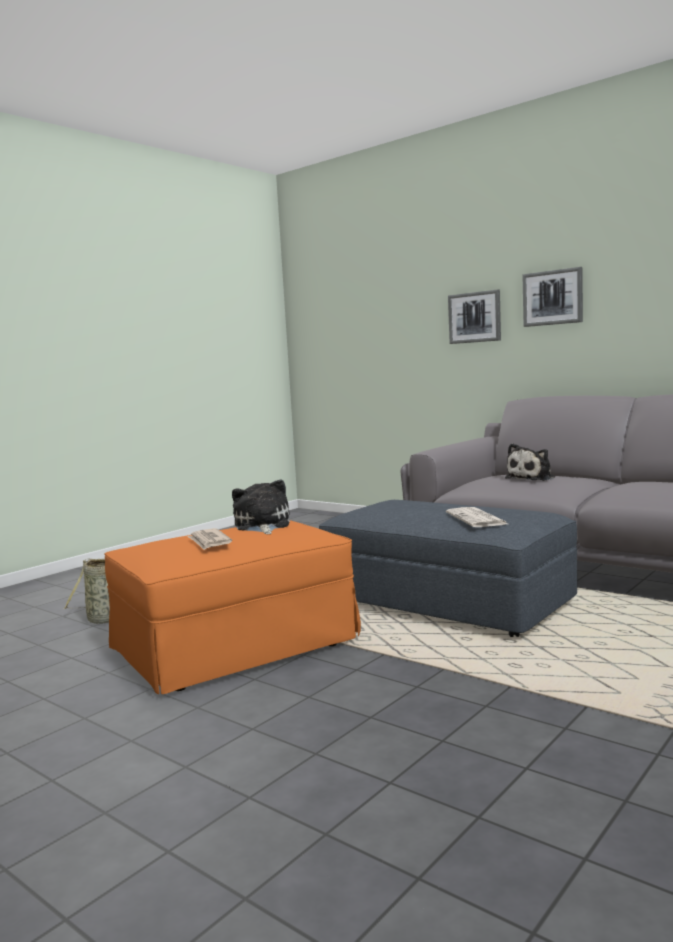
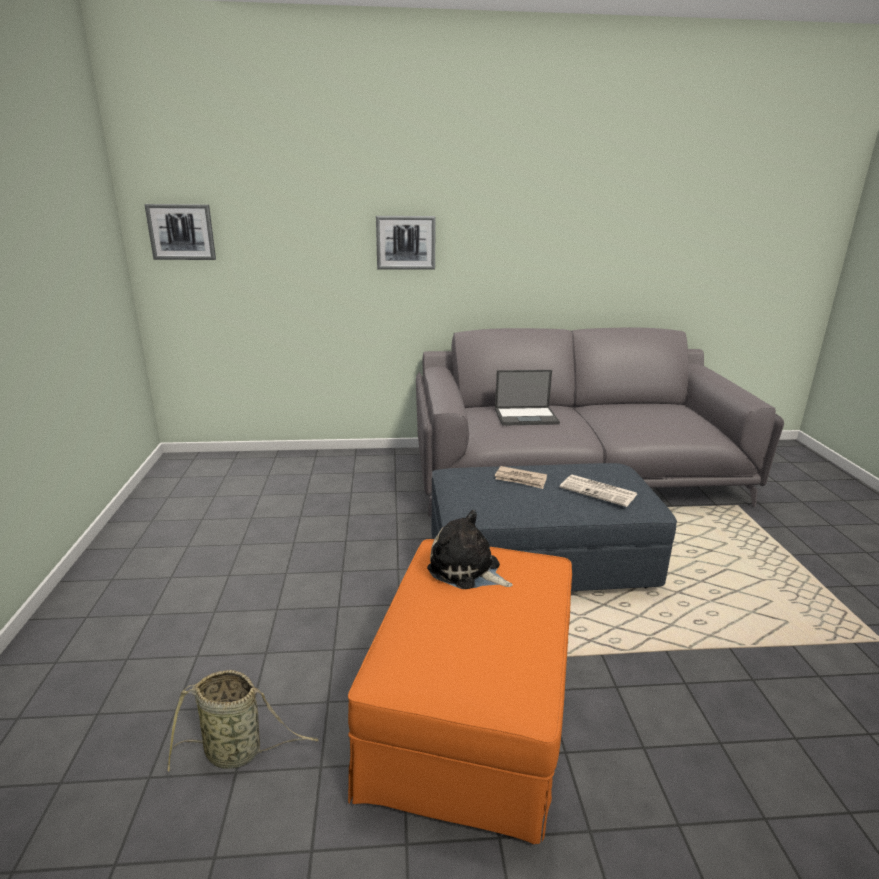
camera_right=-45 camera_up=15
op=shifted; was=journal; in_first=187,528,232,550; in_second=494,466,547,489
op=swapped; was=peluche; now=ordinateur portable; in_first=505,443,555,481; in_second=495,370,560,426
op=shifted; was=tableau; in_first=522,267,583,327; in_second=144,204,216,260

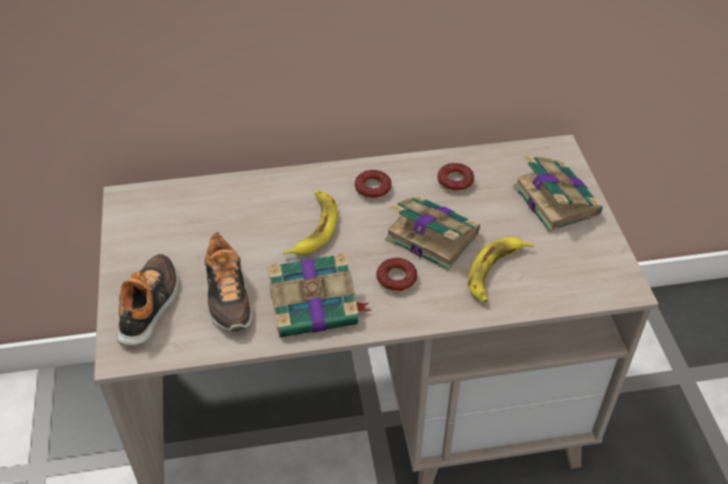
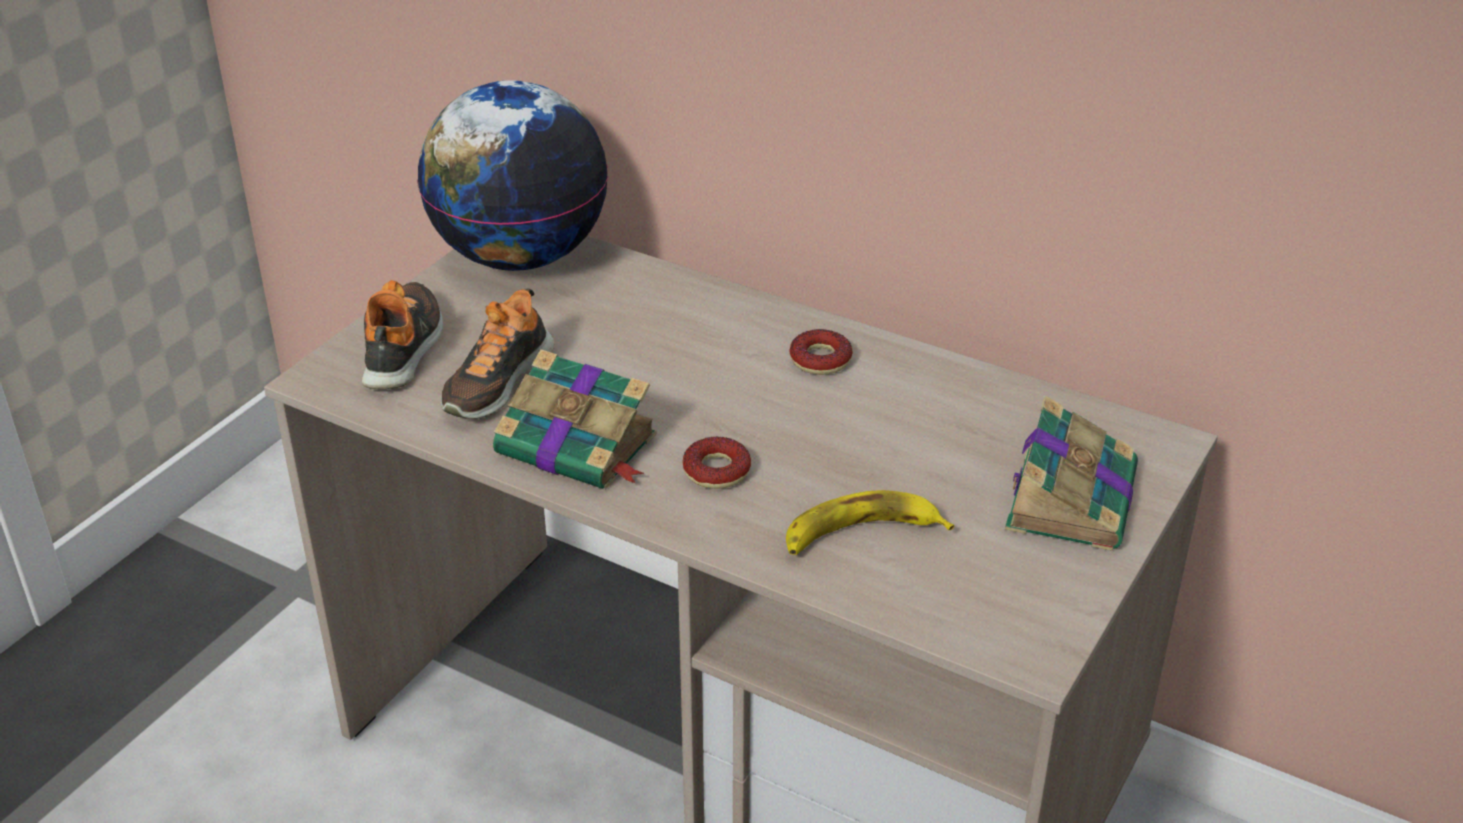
camera_right=40 camera_up=-10
op=rotated; was=chaussure; in_first=117,253,178,346; in_second=362,280,443,389; clockwise=-45
op=gone; was=banane; in_first=283,191,338,255
op=gone; was=livre; in_first=385,195,480,271
op=gone; was=beignet; in_first=437,163,474,192
op=new; now=globe; in_second=417,80,608,271

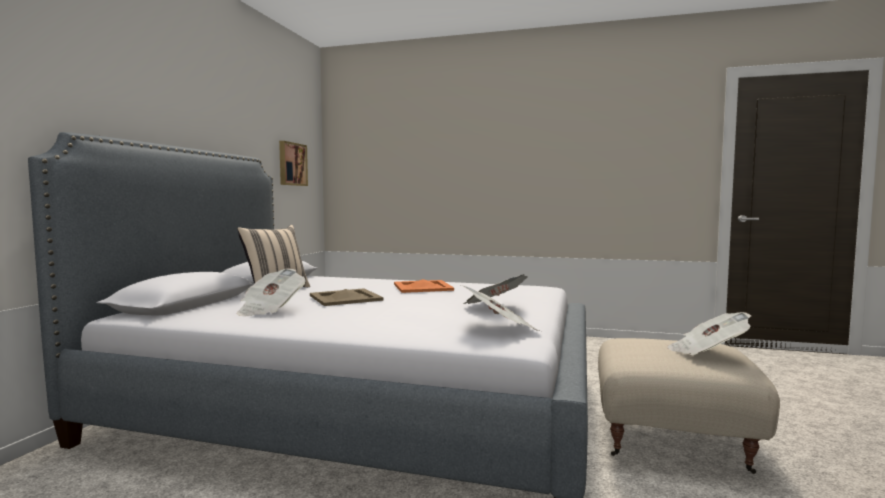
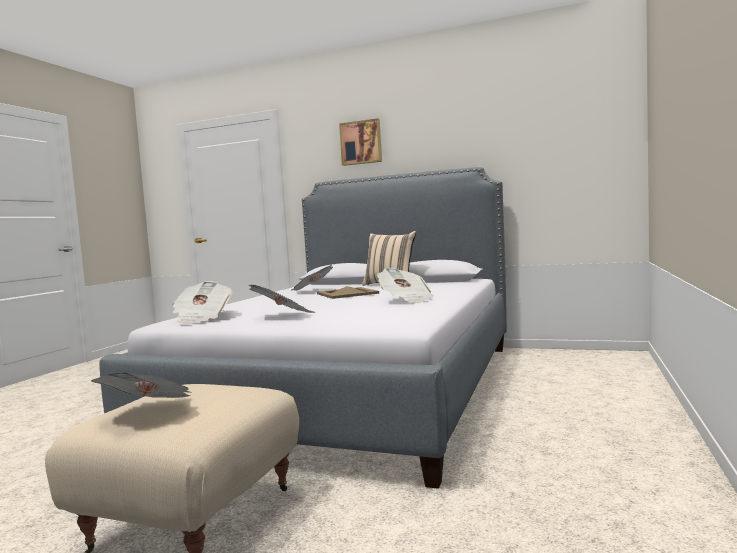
camera_right=95 camera_up=0
op=shifted; was=tableau; in_first=279,141,308,186; in_second=339,118,382,166
op=swapped; was=plateau [orange]; now=journal; in_first=394,279,454,293; in_second=377,268,434,304

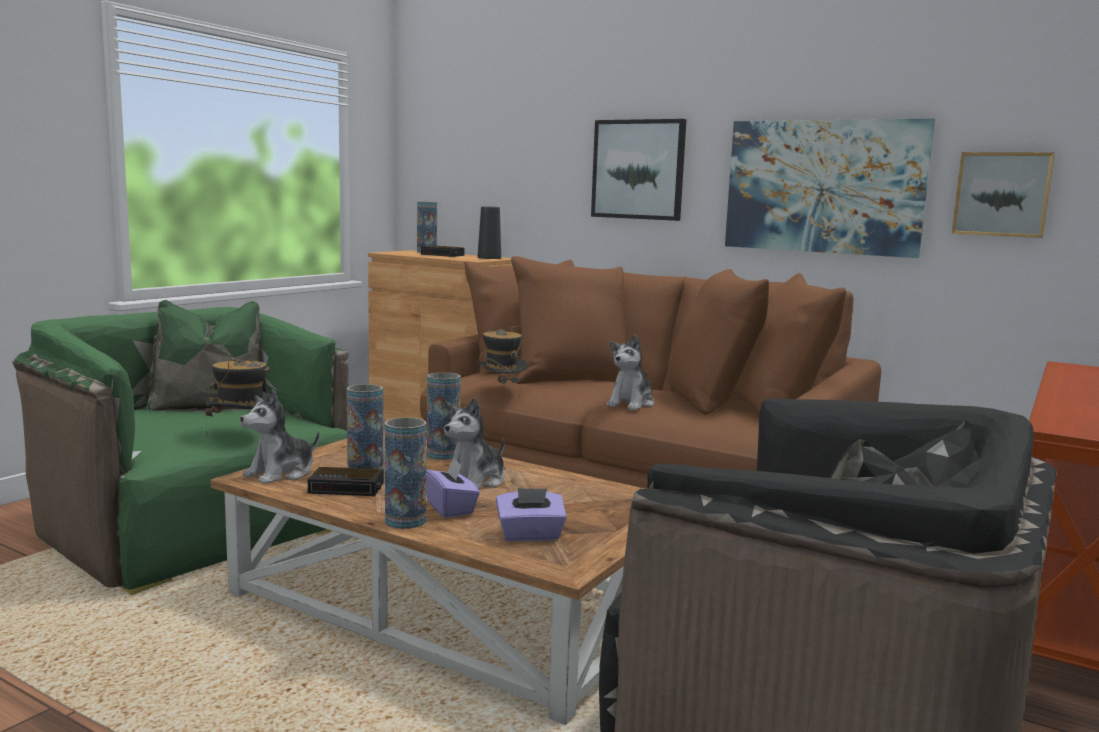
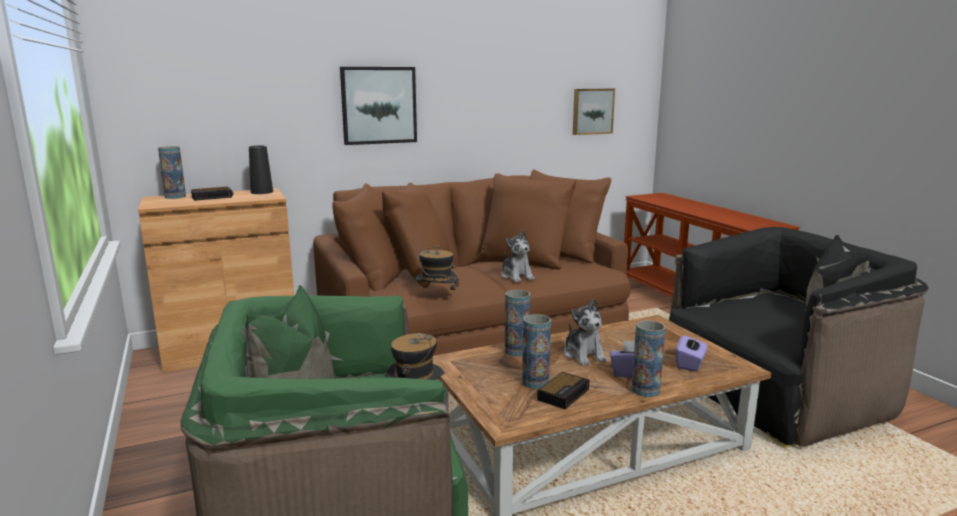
camera_right=-55 camera_up=5
op=gone; was=peluche; in_first=240,390,319,484
op=gone; was=tableau; in_first=725,119,935,258

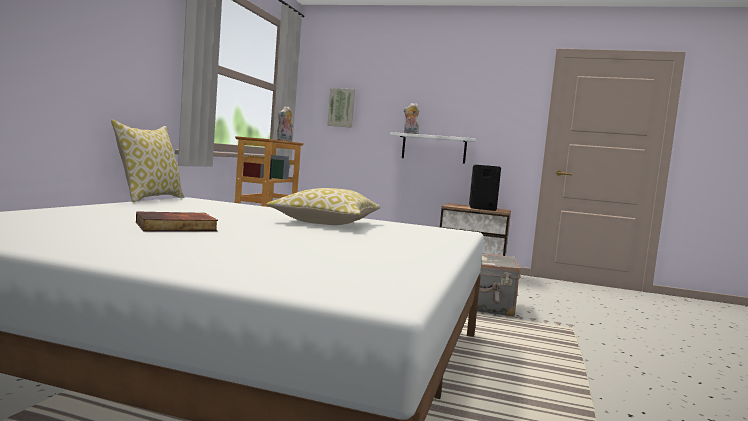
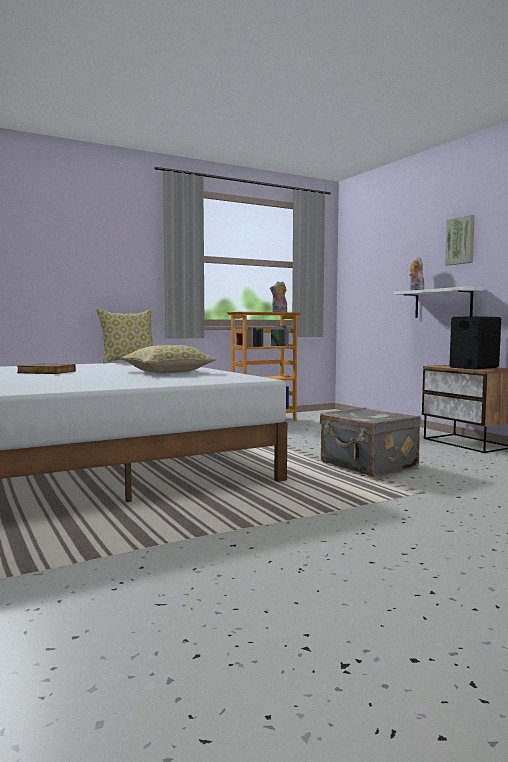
camera_right=45 camera_up=0
op=shifted; was=tableau; in_first=327,88,355,128; in_second=445,215,475,265

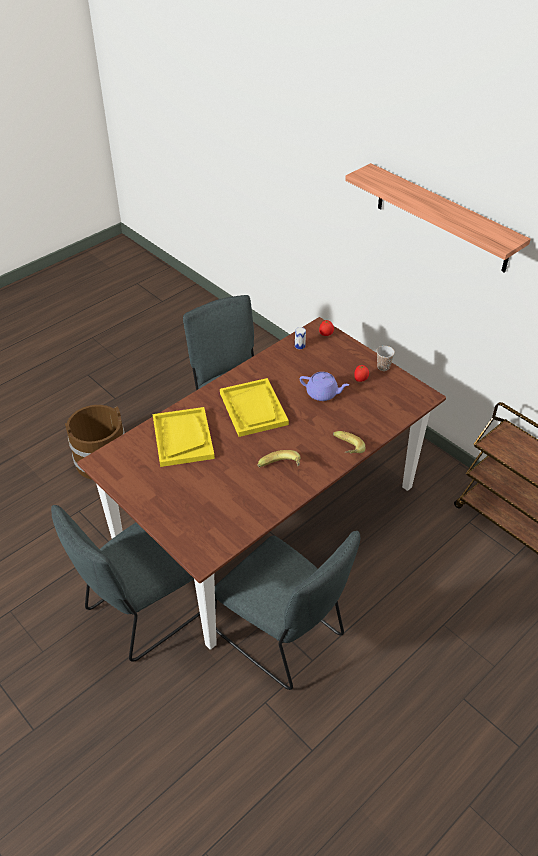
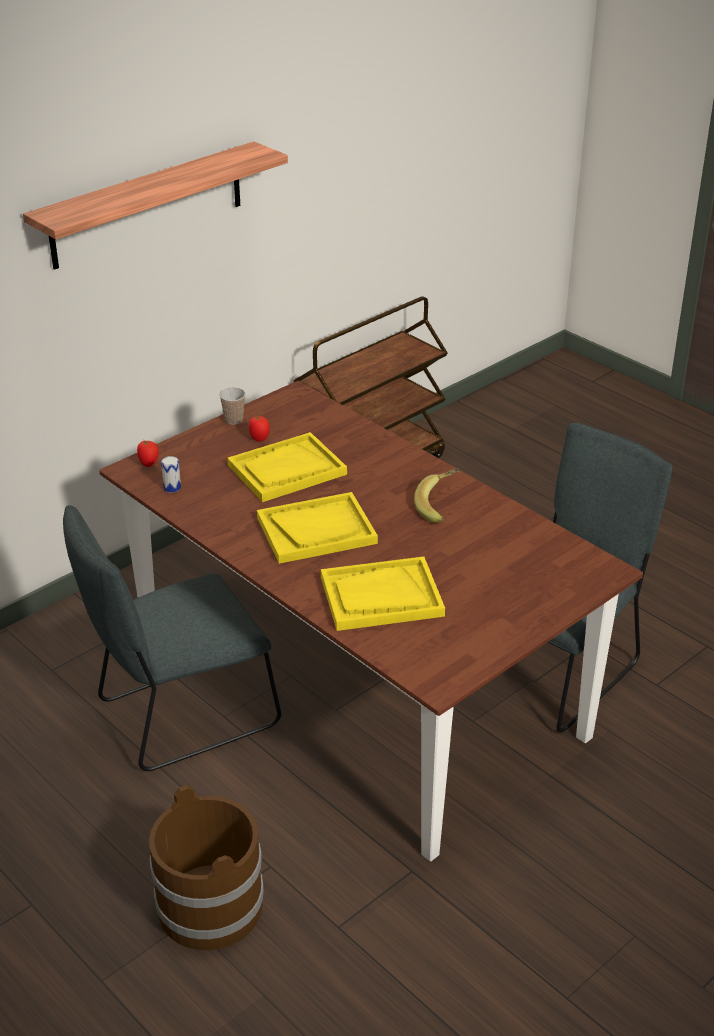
camera_right=-90 camera_up=-10
op=gone; was=chaise [gris]; in_first=51,505,200,662
op=swapped; was=théière [violet]; now=plateau [jaune]; in_first=300,372,349,401; in_second=227,432,347,502
op=gone; was=banane; in_first=333,431,365,453

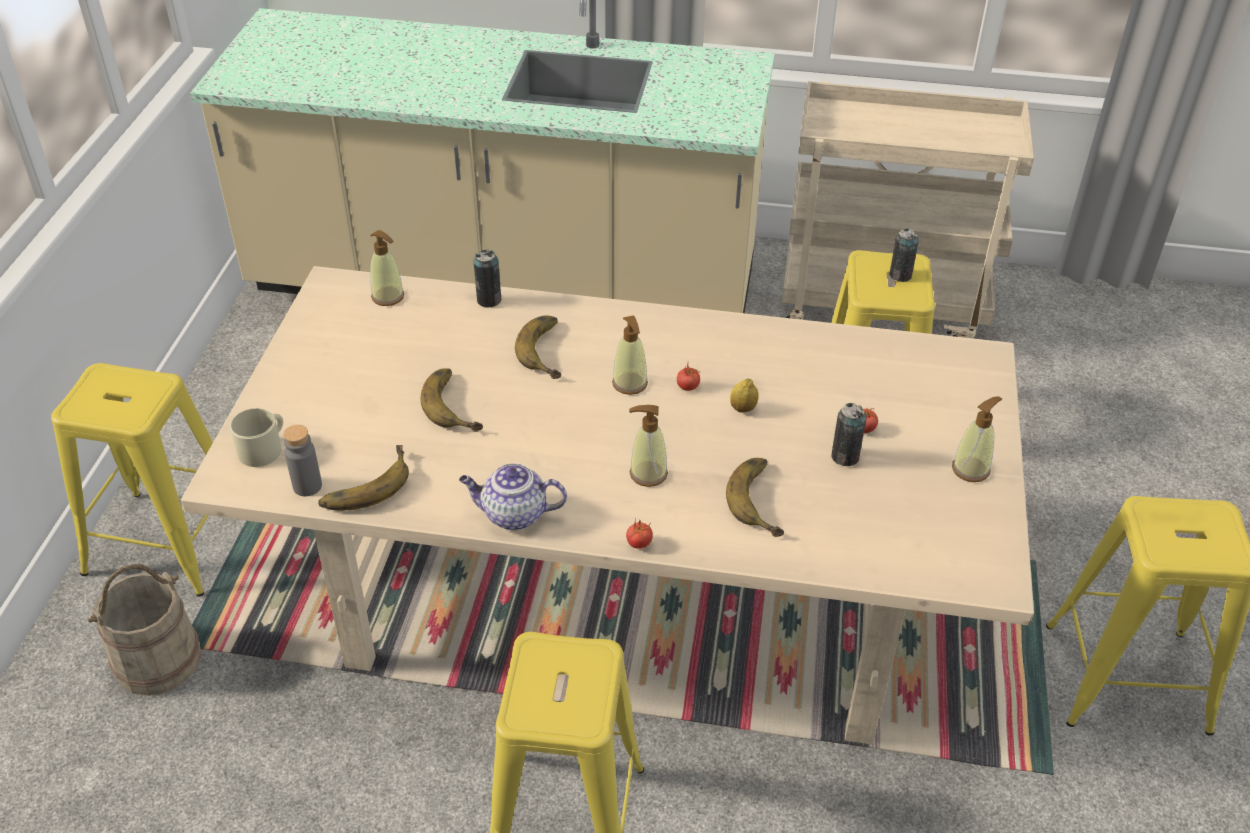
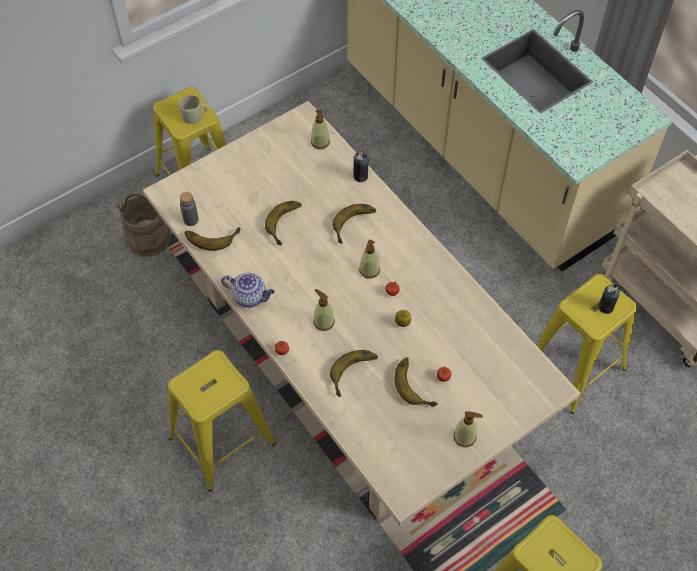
camera_right=45 camera_up=15
op=shifted; was=mug [beige]; in_first=229,408,283,467; in_second=179,95,208,124
op=rotated; was=théière; in_first=459,463,567,530; in_second=221,273,275,308; clockwise=150
op=swapped; was=boîte métallique; now=banane; in_first=832,403,866,466; in_second=395,357,437,407

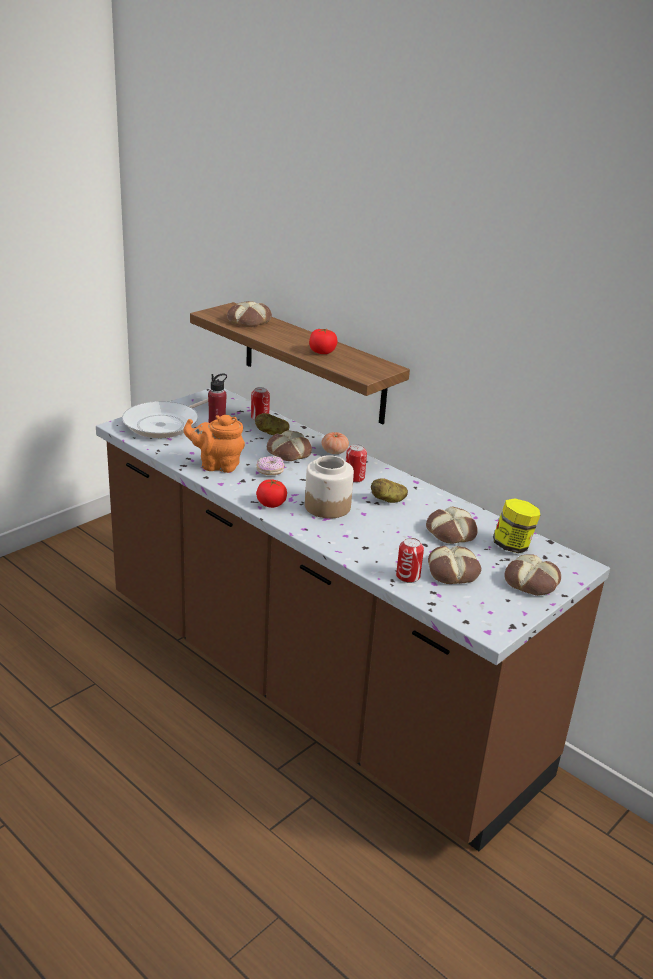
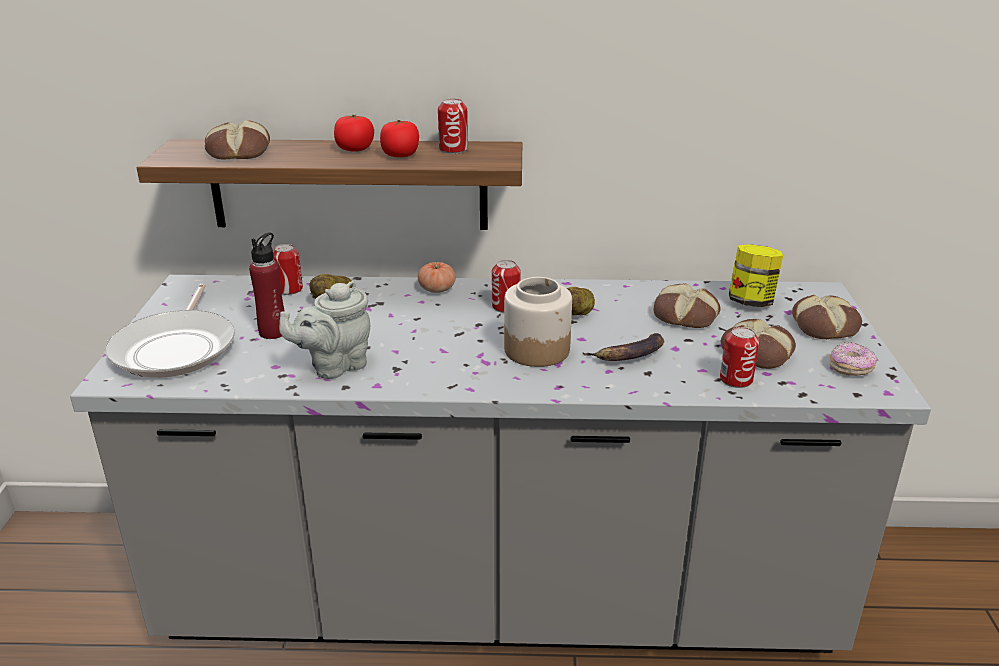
camera_right=-40 camera_up=0
op=repainted; was=comptoir de cuisine [marron]; now=comptoir de cuisine [gris]; in_first=96,388,610,851; in_second=70,275,931,653
op=repainted; was=théière [orange]; now=théière [gris]; in_first=184,415,245,473; in_second=279,281,370,379
op=shifted; was=beignet; in_first=256,456,285,475; in_second=829,342,877,376
op=shifted; was=tomate; in_first=256,479,287,508; in_second=334,115,374,152
op=gone; was=pain; in_first=267,430,312,461
op=new; now=boîte métallique; in_second=438,99,468,154
op=new; now=banane; in_second=583,333,664,361

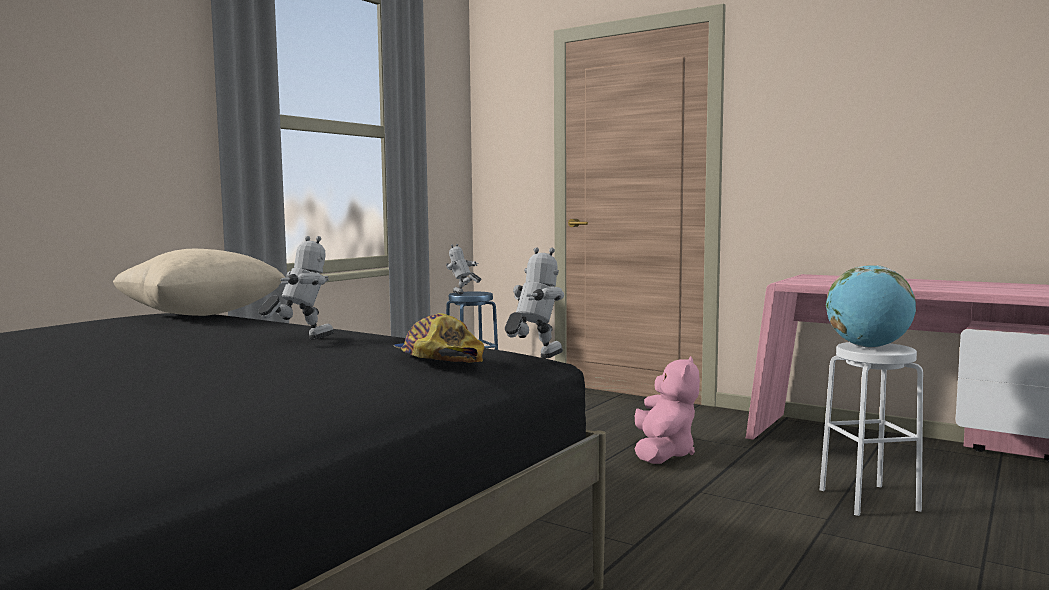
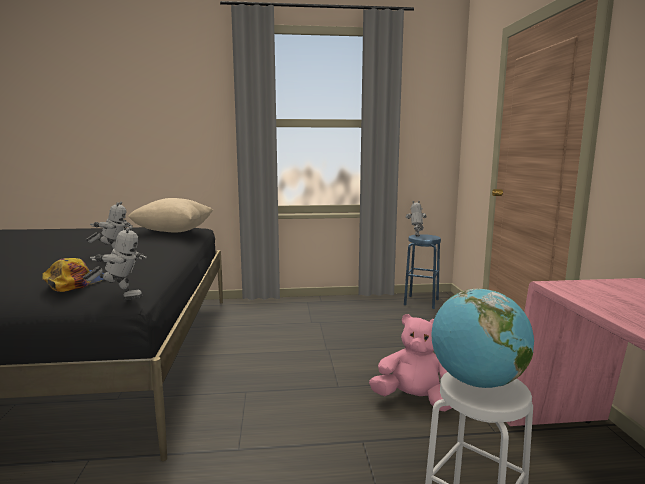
camera_right=50 camera_up=5
op=rotated; was=peluche [rose]; in_first=635,356,700,464; in_second=369,314,452,411; clockwise=-135

